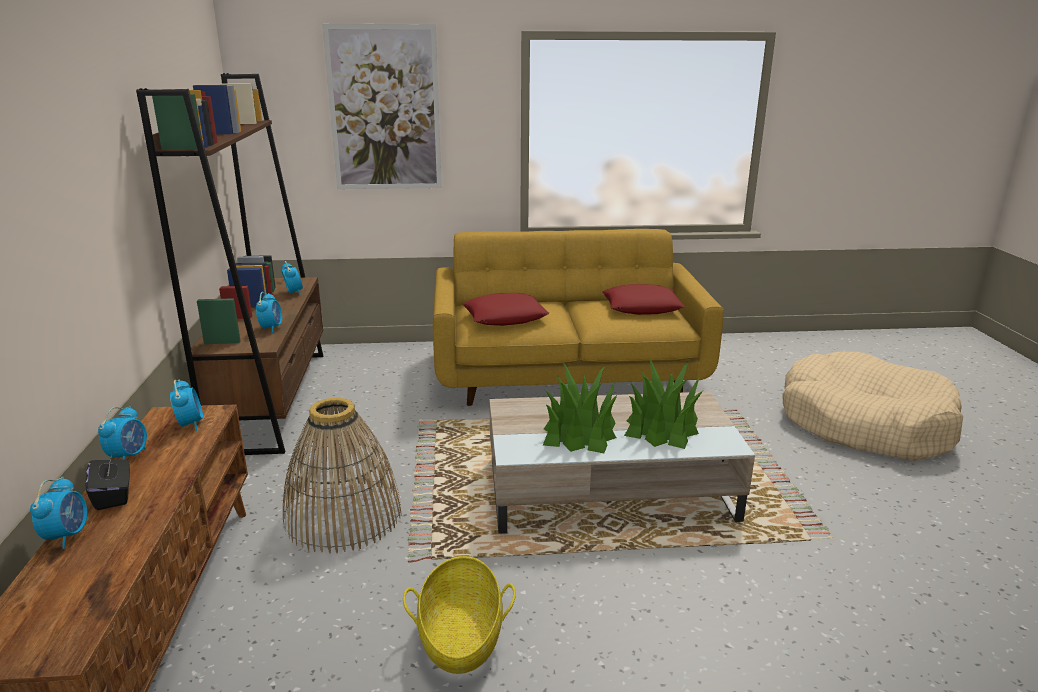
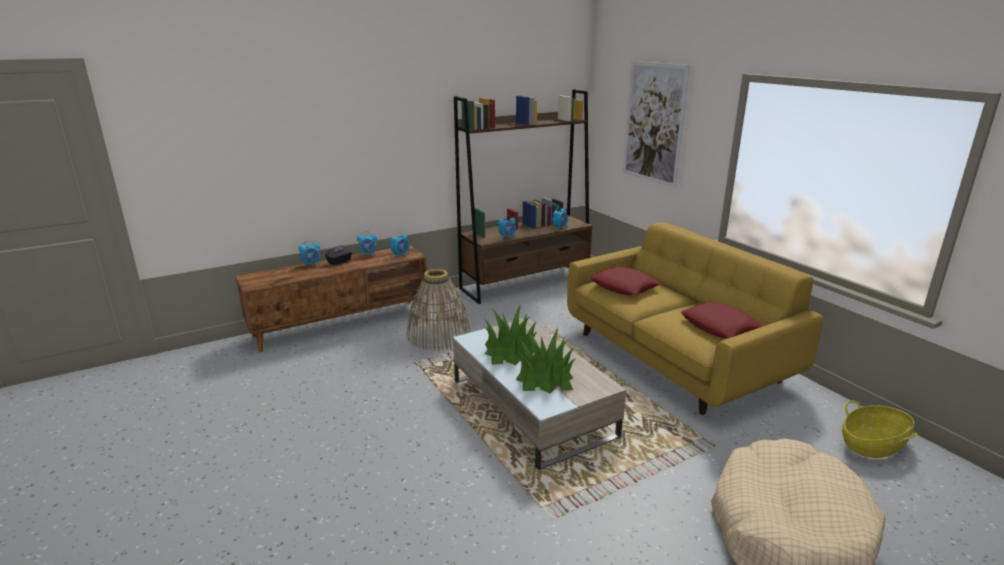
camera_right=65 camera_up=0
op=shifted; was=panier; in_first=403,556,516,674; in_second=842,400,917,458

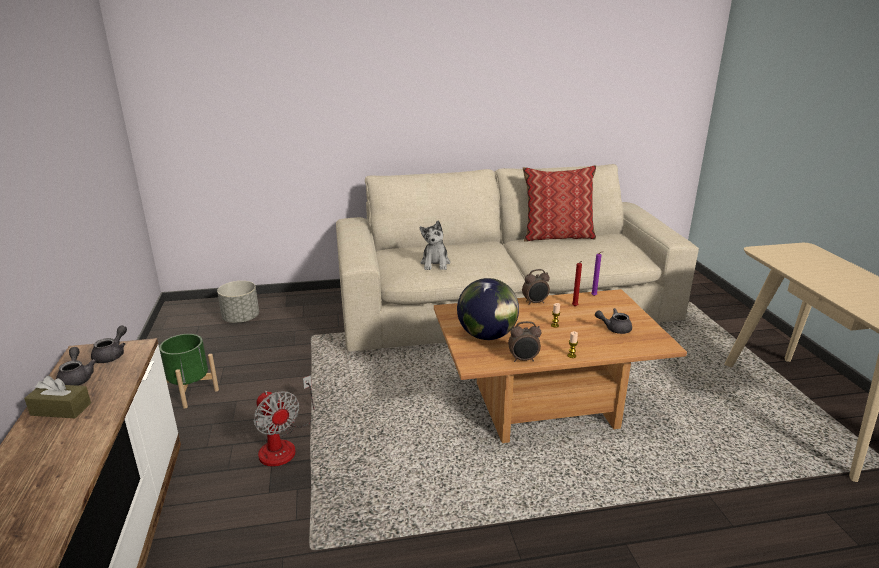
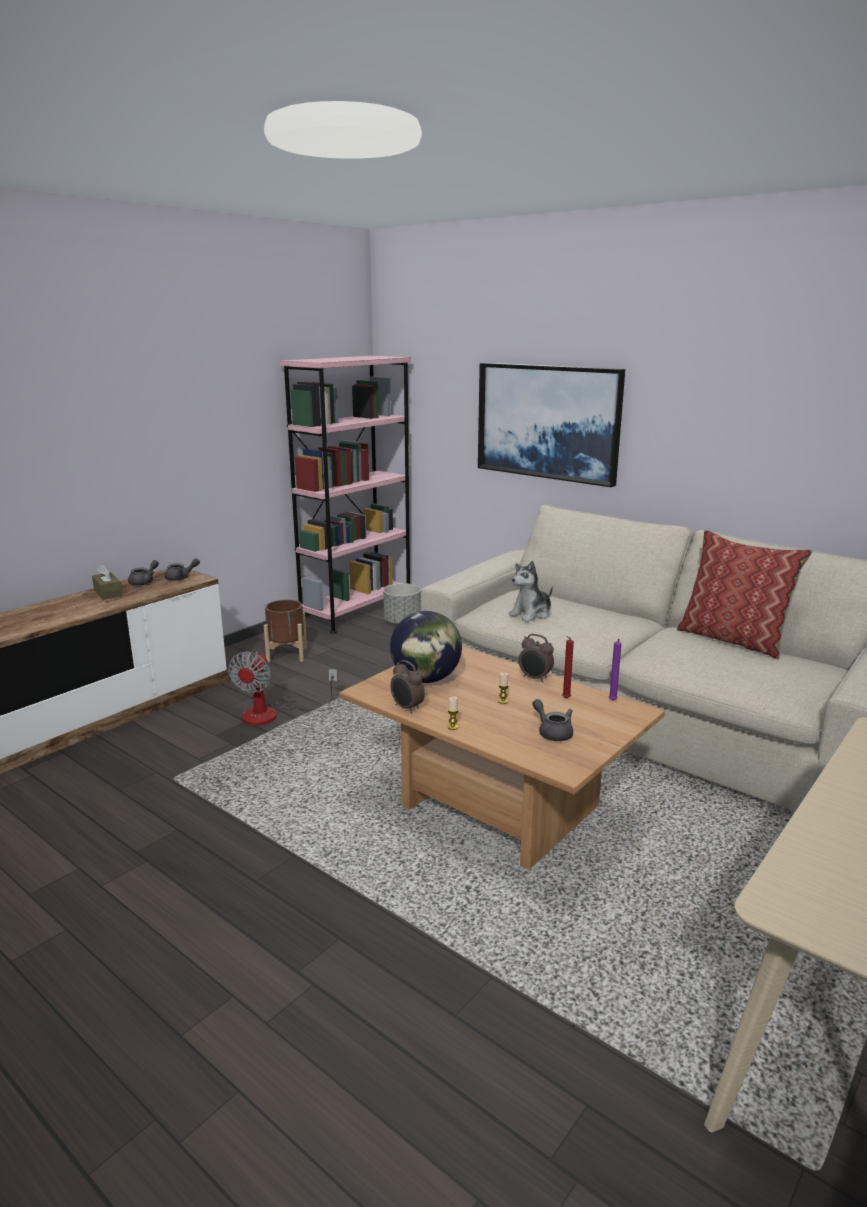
camera_right=50 camera_up=-5
op=repainted; was=cache-pot [vert]; now=cache-pot [marron]; in_first=159,334,219,409; in_second=264,600,307,662
op=new; now=bibliothèque [rose]; in_second=280,356,411,634
op=new; now=tableau; in_second=478,363,625,487

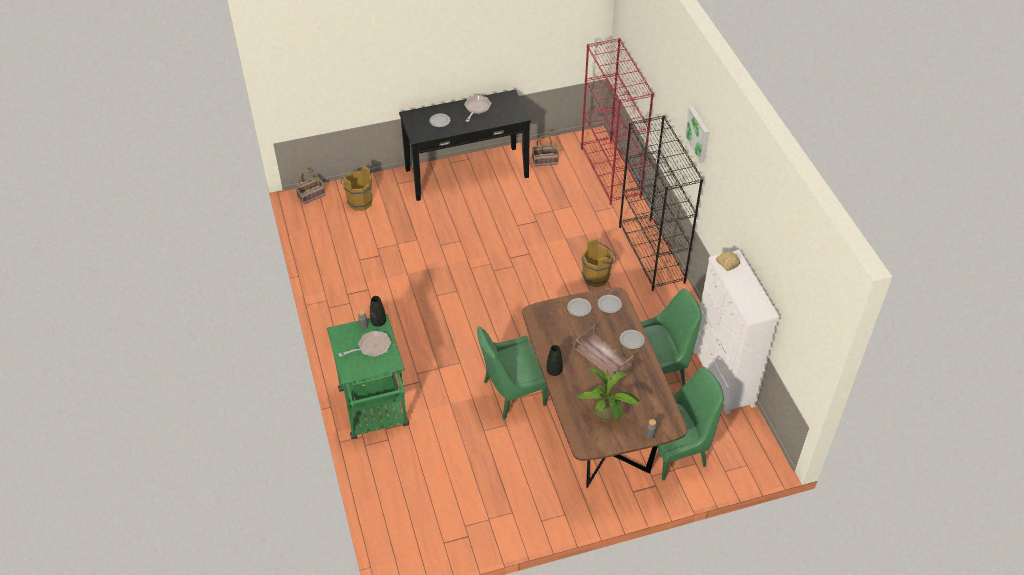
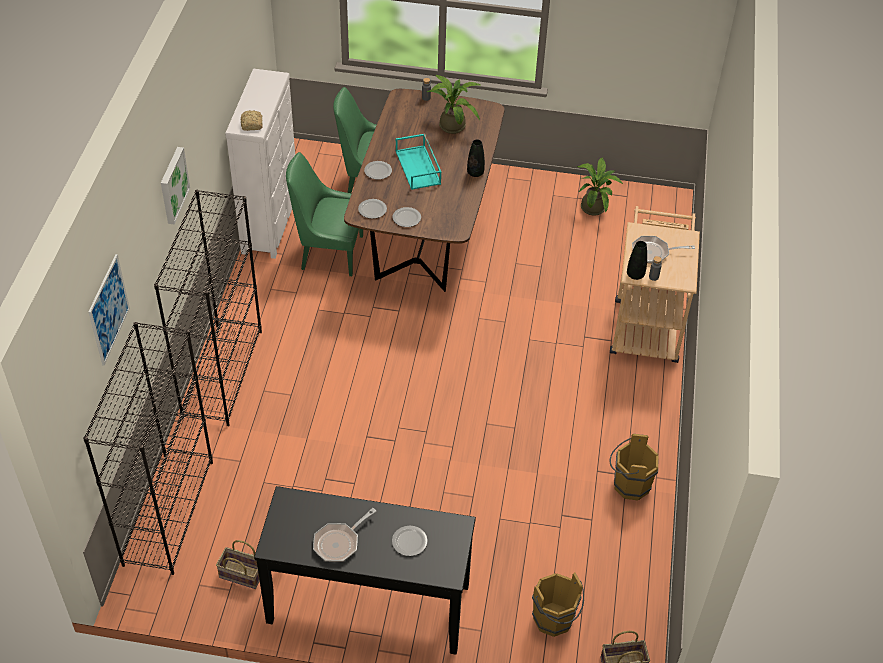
camera_right=-155 camera_up=0
op=repainted; was=chariot [vert]; now=chariot [beige]; in_first=327,314,409,439; in_second=610,206,700,363
op=gone; was=chaise [vert]; in_first=477,326,548,420
op=repainted; was=plateau [marron]; now=plateau [turquoise]; in_first=575,325,634,379; in_second=396,133,441,190
op=repainted; was=bibliothèque [rouge]; now=bibliothèque [noir]; in_first=581,38,654,205; in_second=83,322,213,575
op=shifted; was=seau [marron]; in_first=581,238,616,287; in_second=609,434,659,500
op=new; now=tableau; in_second=89,254,130,365
op=new; now=plante en pot; in_second=577,158,623,216

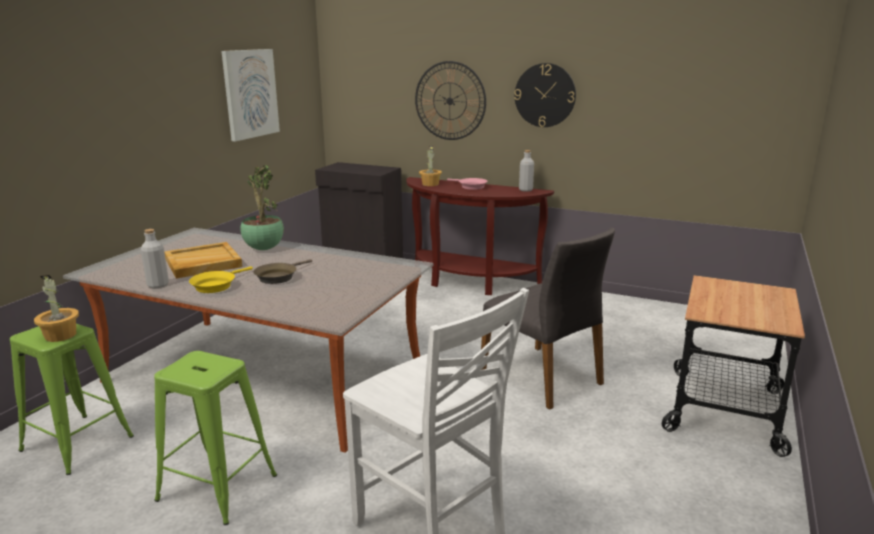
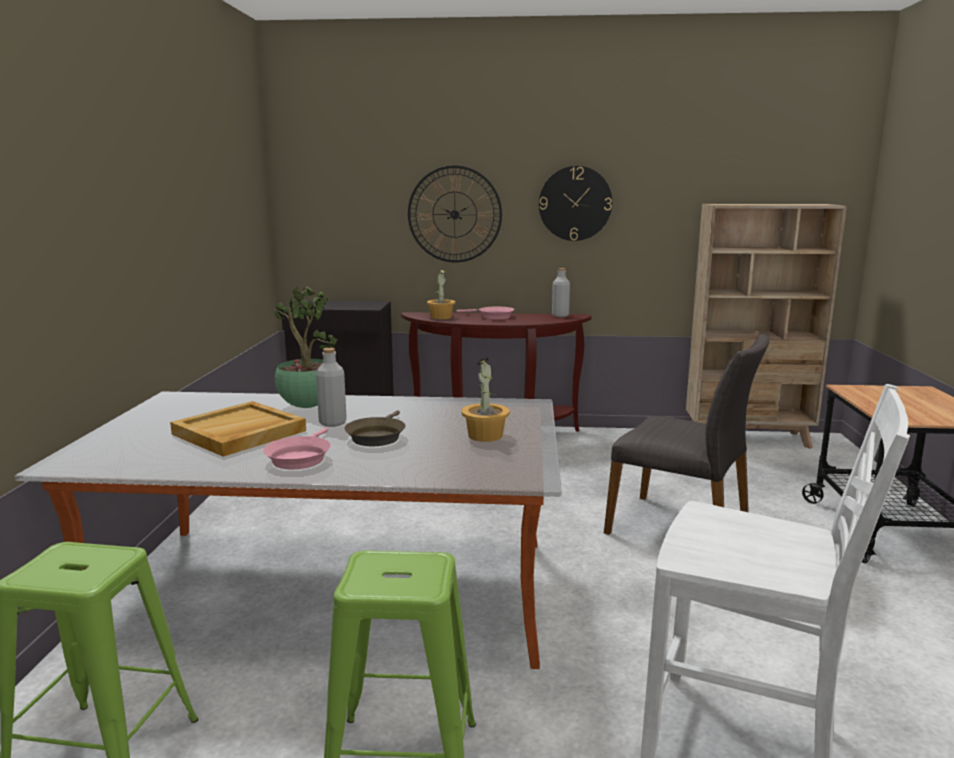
camera_right=-20 camera_up=-5
op=shifted; was=plante en pot; in_first=34,275,79,342; in_second=462,358,510,442
op=shifted; was=bouteille [gris]; in_first=141,229,169,288; in_second=316,348,347,427
op=repainted; was=poêle [jaune]; now=poêle [rose]; in_first=189,266,253,293; in_second=263,428,331,469
op=gone; was=tableau; in_first=221,49,280,142
op=new; now=bibliothèque [beige]; in_second=686,204,847,449

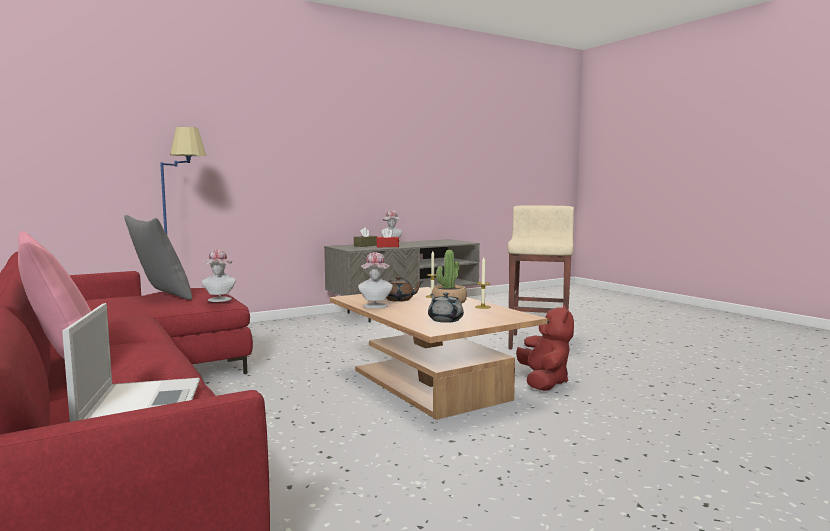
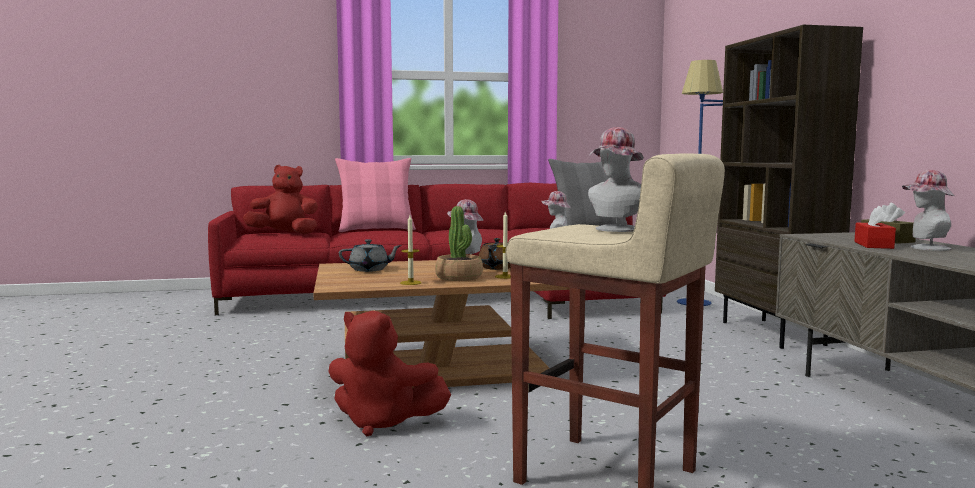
camera_right=110 camera_up=0
op=swapped; was=ordinateur portable; now=peluche [rouge]; in_first=62,303,200,422; in_second=243,165,318,235
op=new; now=chapeau; in_second=588,127,644,232
op=new; now=bibliothèque [marron]; in_second=715,25,863,349

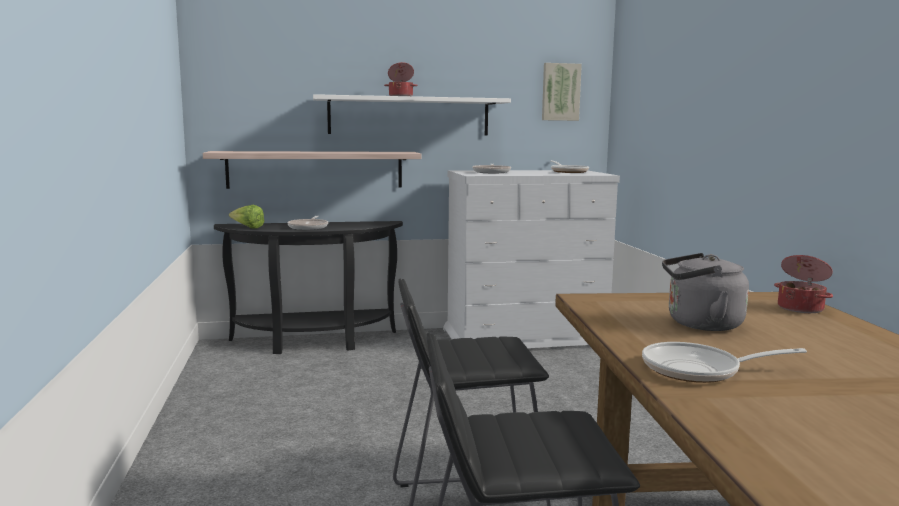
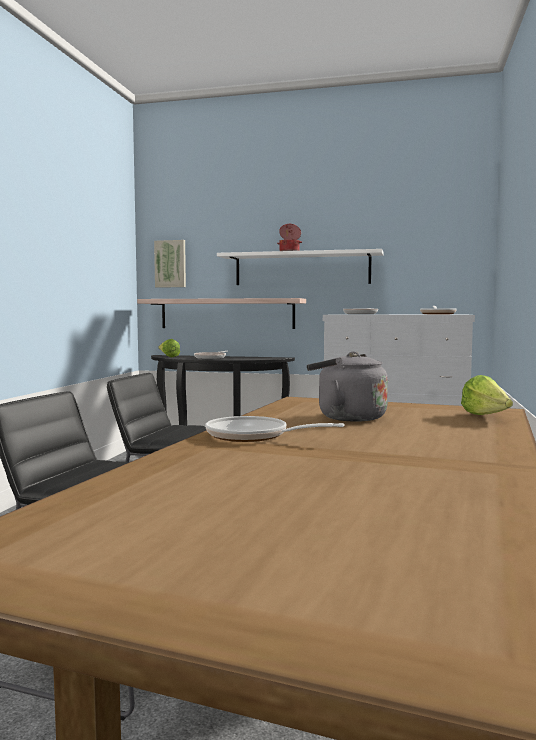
camera_right=25 camera_up=-5
op=shifted; was=tableau; in_first=542,63,582,121; in_second=154,240,186,288
op=swapped; was=marmite; now=laitue; in_first=774,255,833,313; in_second=461,375,513,415

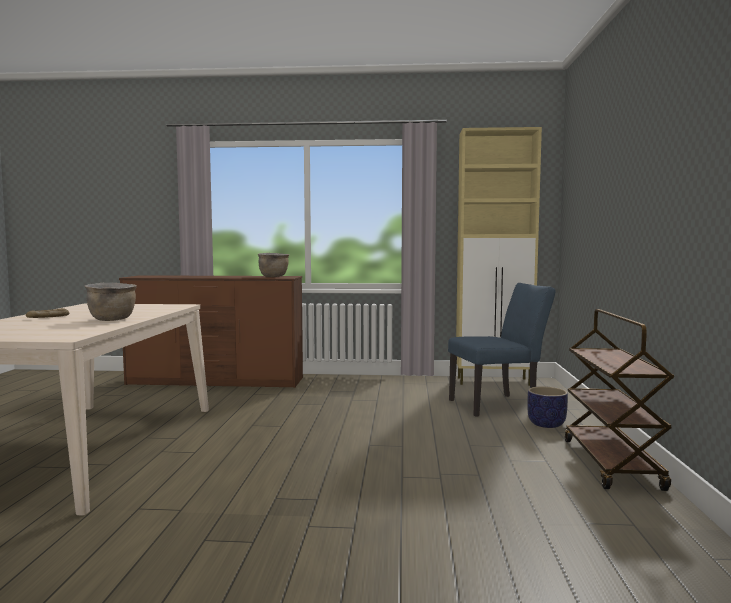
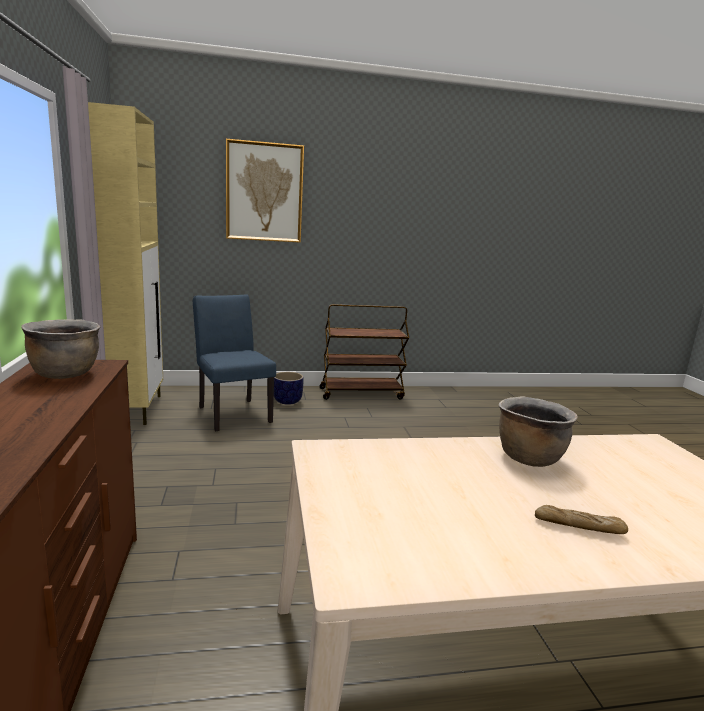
camera_right=-105 camera_up=10
op=new; now=tableau; in_second=226,139,304,243

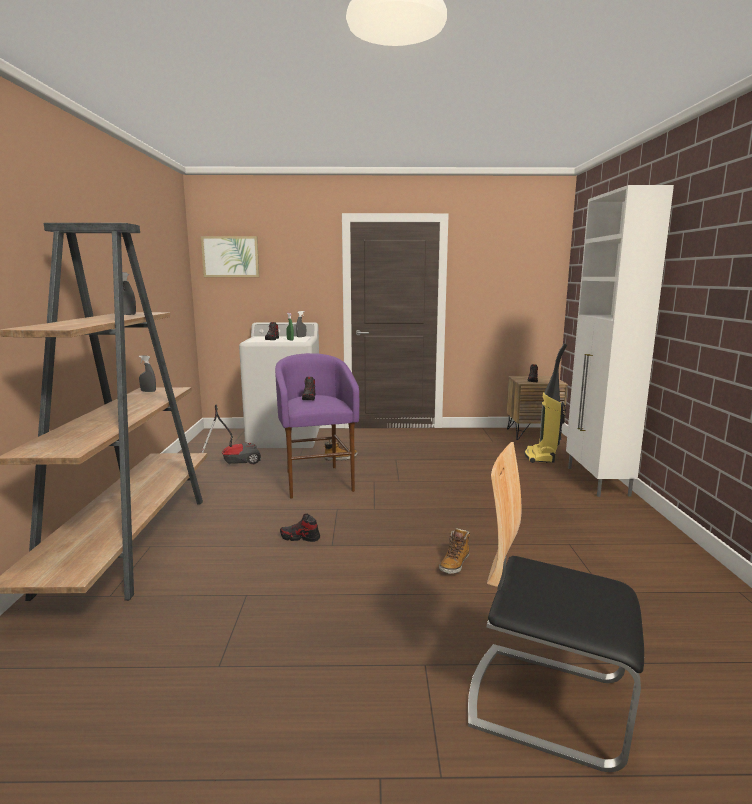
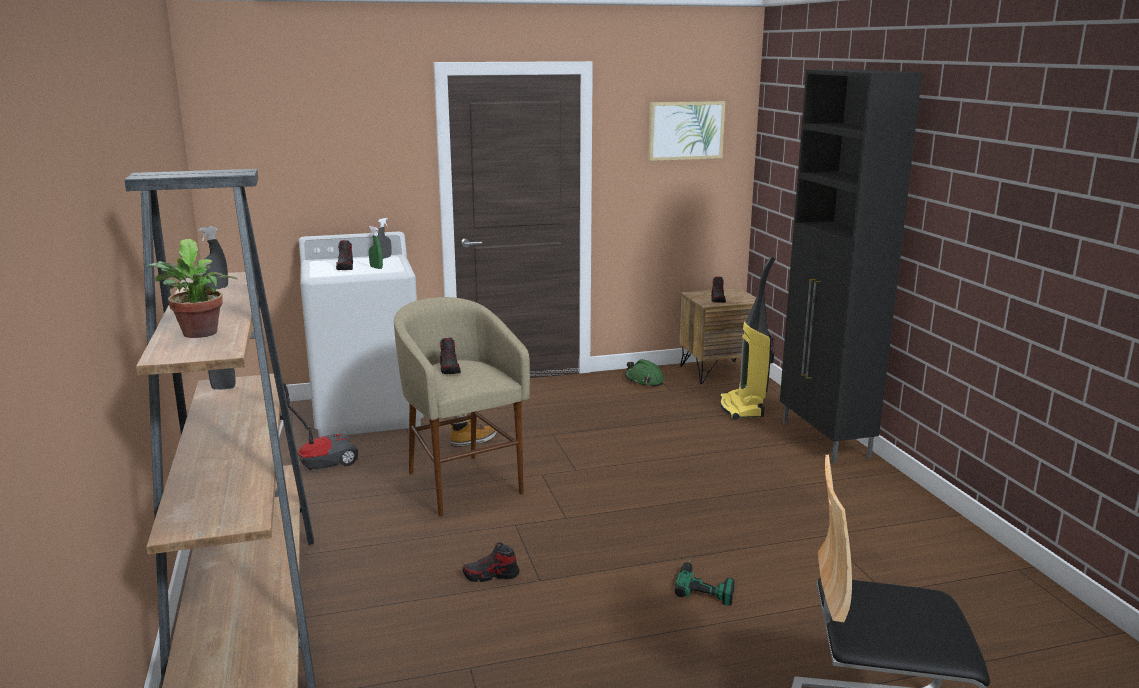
camera_right=-15 camera_up=5
op=shifted; was=tableau; in_first=201,236,259,277; in_second=648,101,725,161
op=repainted; was=tabouret [violet]; now=tabouret [beige]; in_first=275,353,359,498; in_second=394,297,530,517
op=swapped; was=botte; now=perceuse; in_first=439,528,470,574; in_second=675,558,735,606
op=repainted; was=meuble de rangement [blanc]; now=meuble de rangement [noir]; in_first=566,185,674,497; in_second=780,69,922,463
op=new; now=plante en pot; in_second=146,239,238,338
op=new; now=casque de chantier [vert]; in_second=625,359,664,387

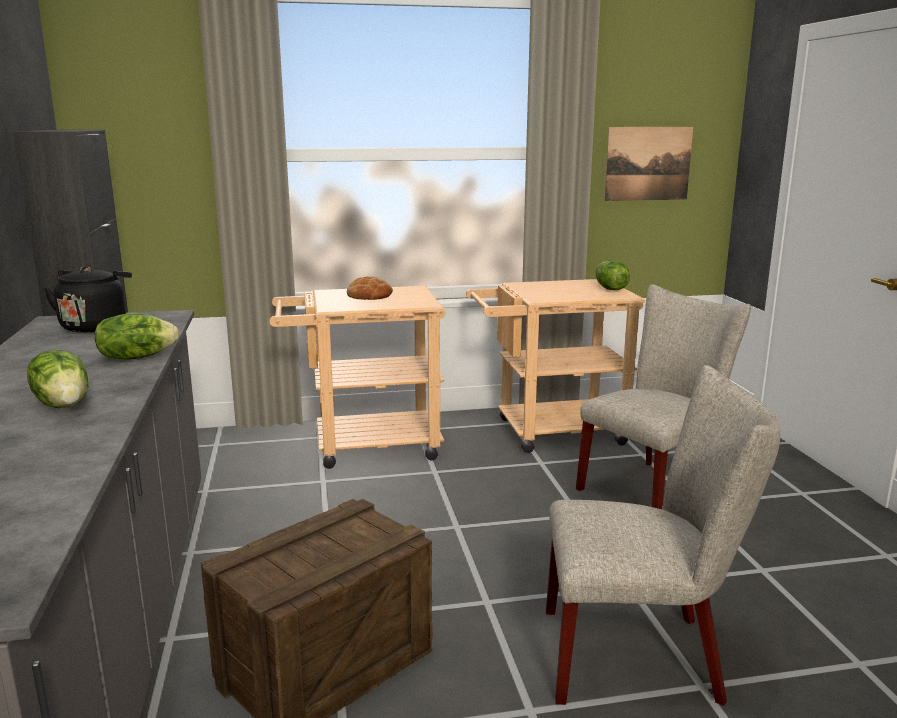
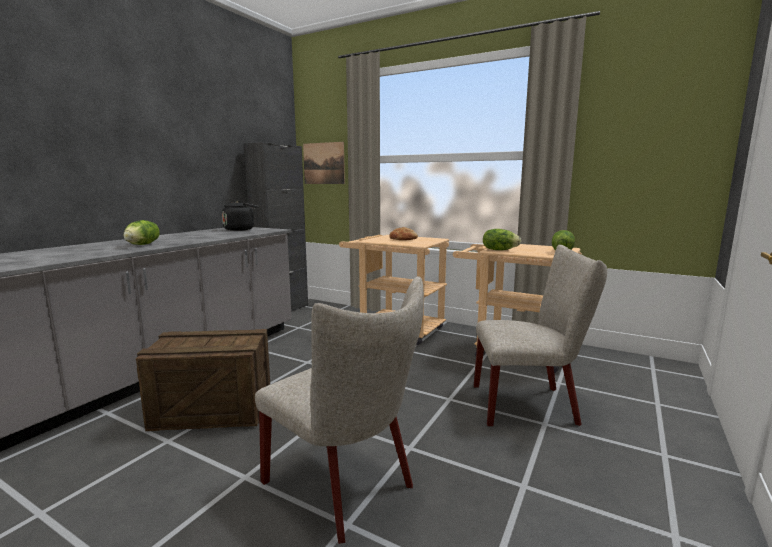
camera_right=40 camera_up=-5
op=shifted; was=laitue; in_first=95,313,179,360; in_second=483,229,521,250
op=shifted; was=tableau; in_first=604,127,693,201; in_second=303,142,345,184

